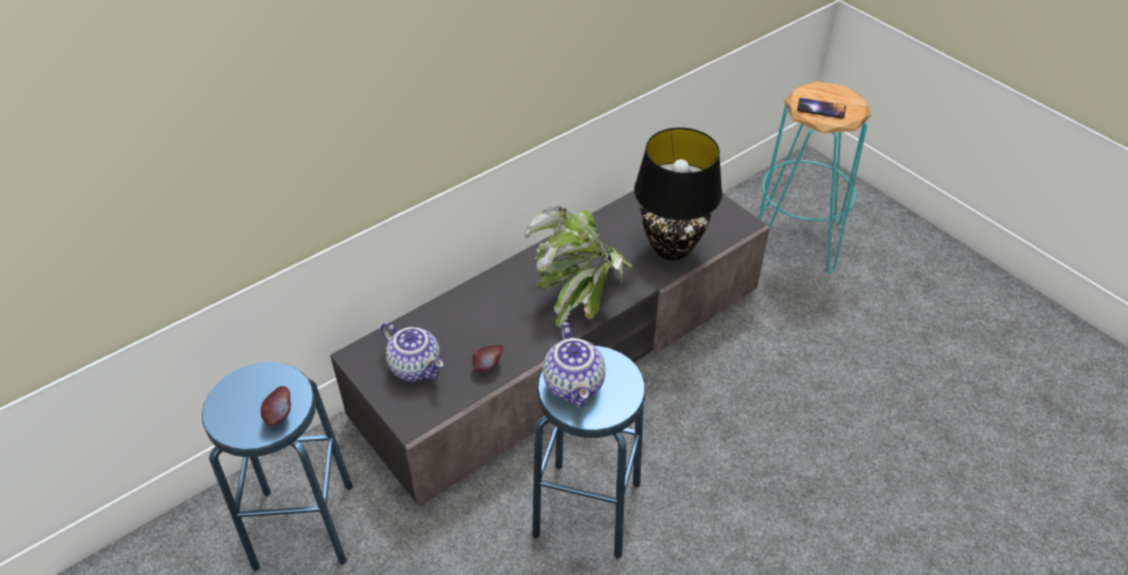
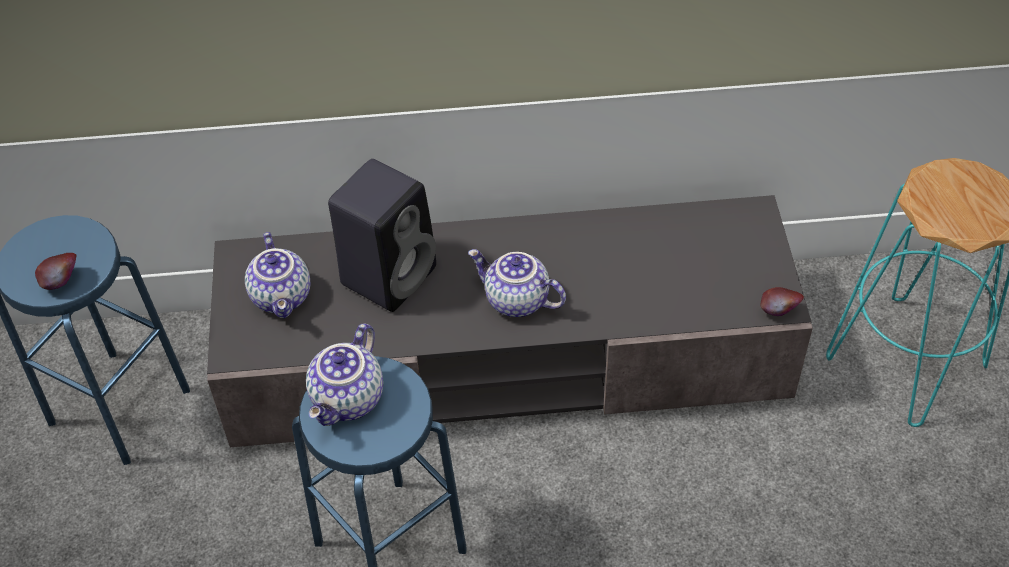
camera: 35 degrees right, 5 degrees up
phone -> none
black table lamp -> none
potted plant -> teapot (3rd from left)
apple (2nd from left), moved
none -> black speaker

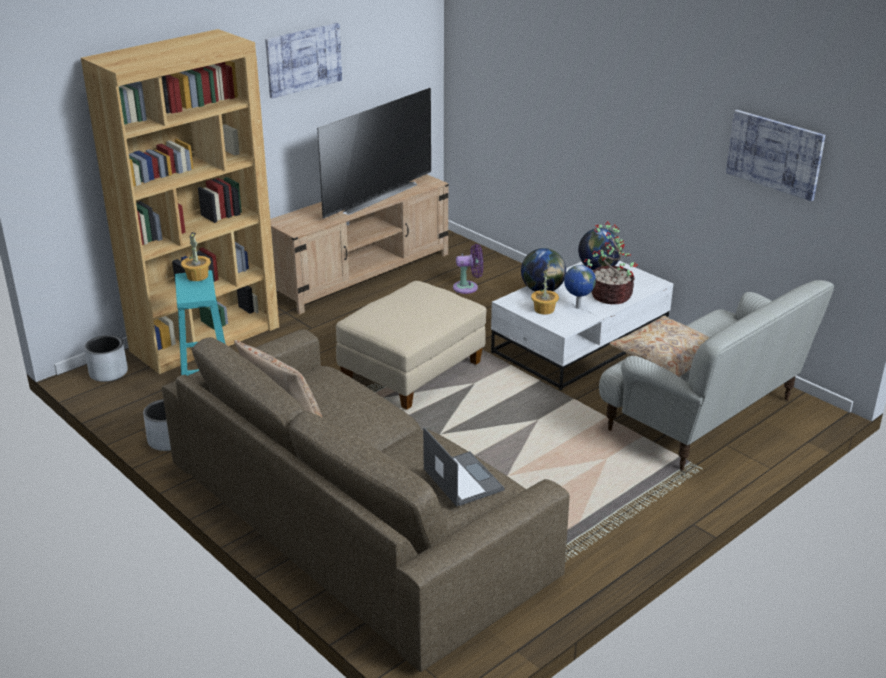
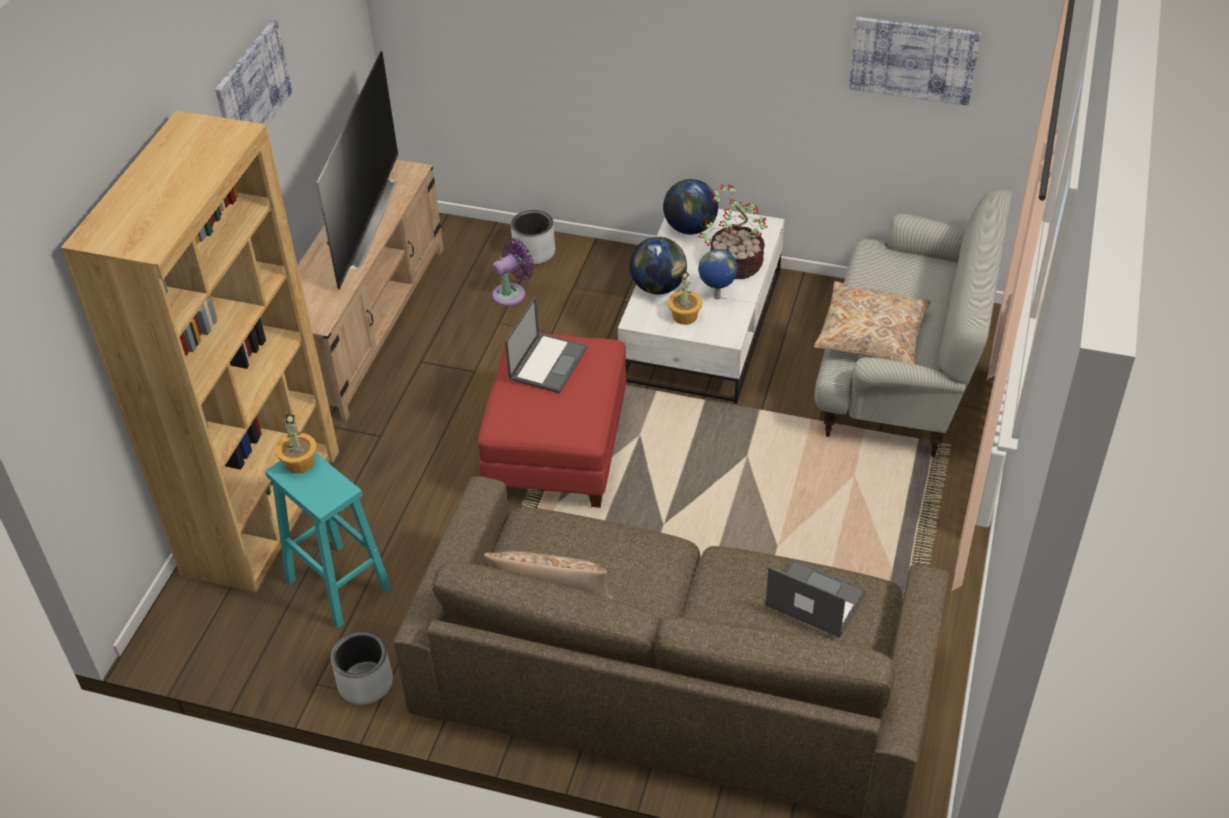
camera: 30 degrees left, 15 degrees up
beige ottoman -> red ottoman
grey planter (1st from left in the first image) -> grey planter (2nd from left), moved
none -> laptop (1st from left)

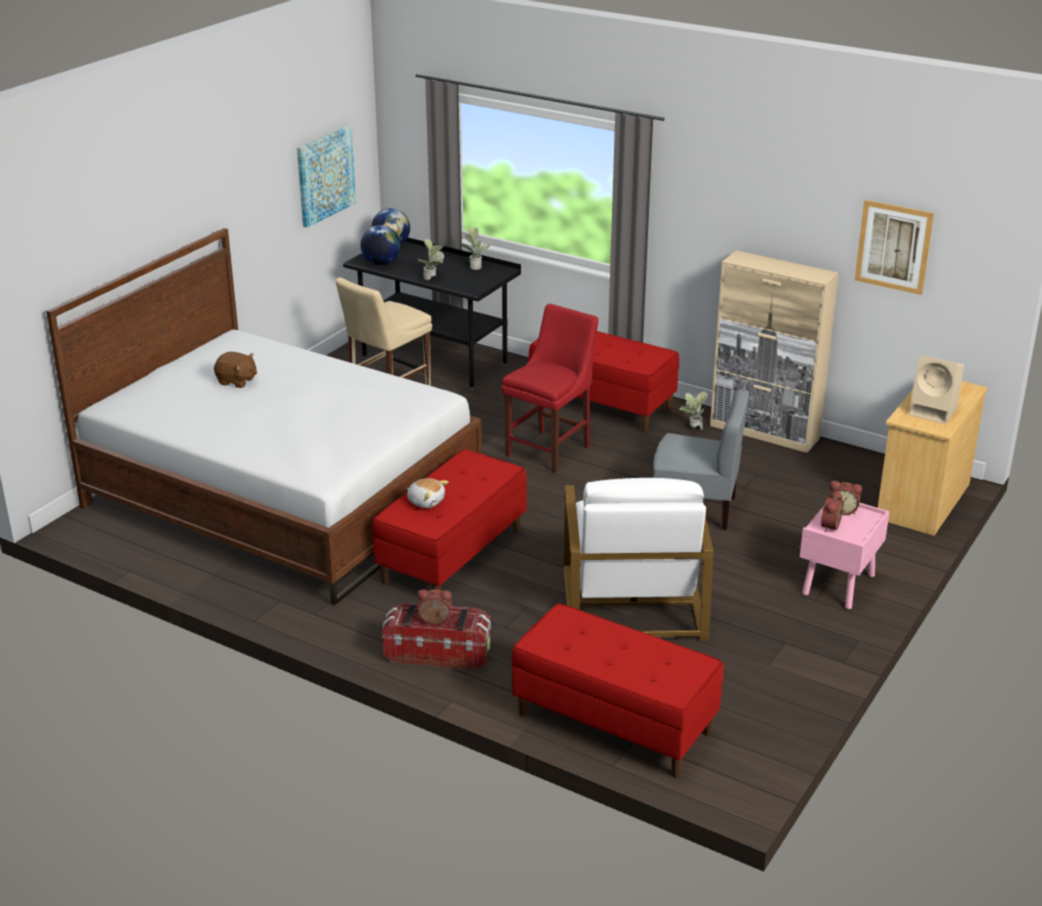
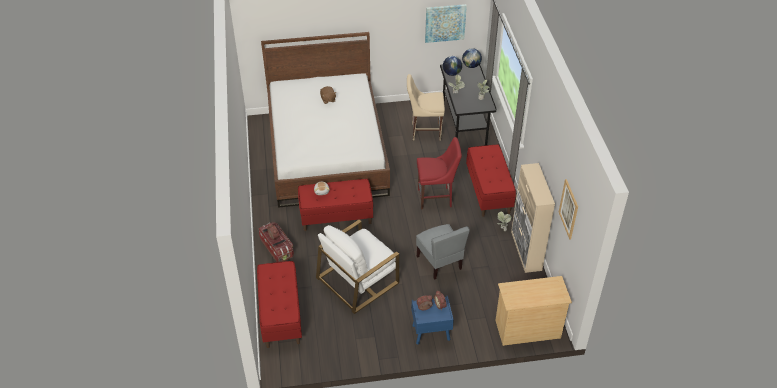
camera: 50 degrees right, 15 degrees up
beige speaker -> none
pink nightstand -> blue nightstand

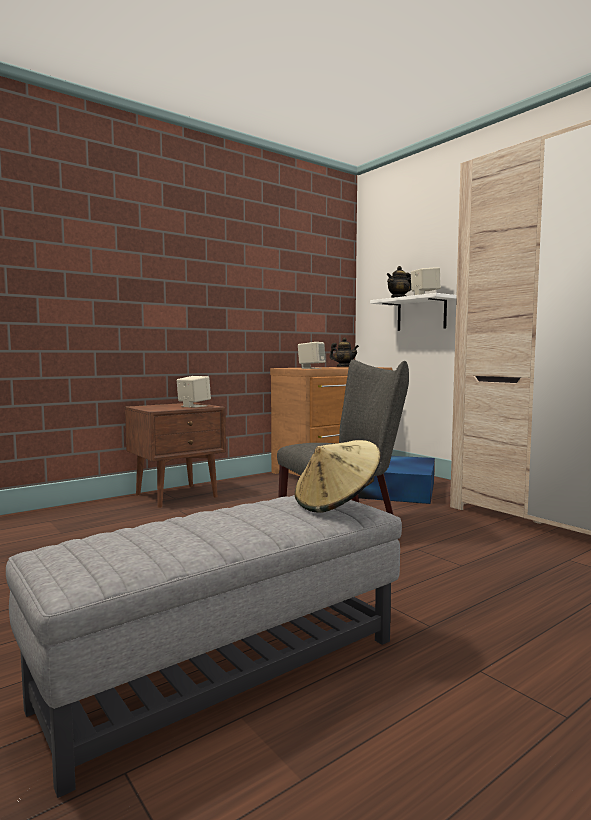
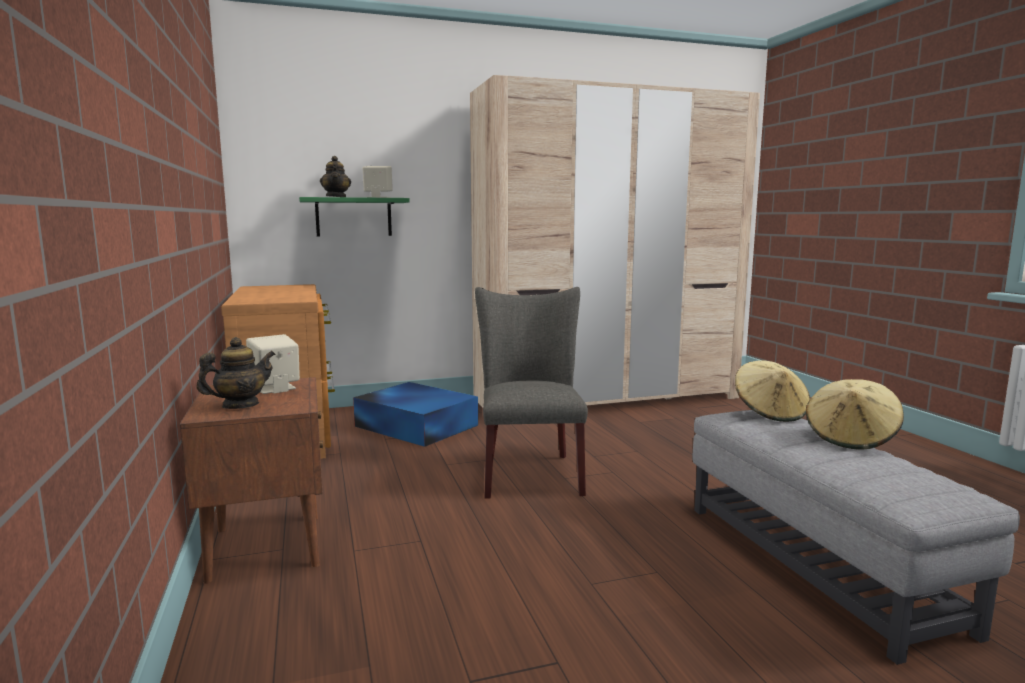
camera: 70 degrees left, 5 degrees up
white shelf -> green shelf
teapot (1st from left), moved
beige speaker (2nd from left) -> none
none -> beige hat (2nd from left)

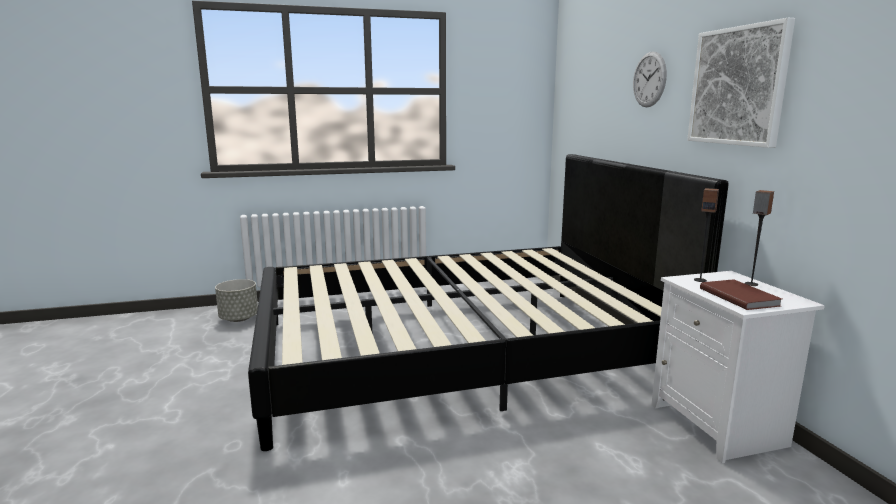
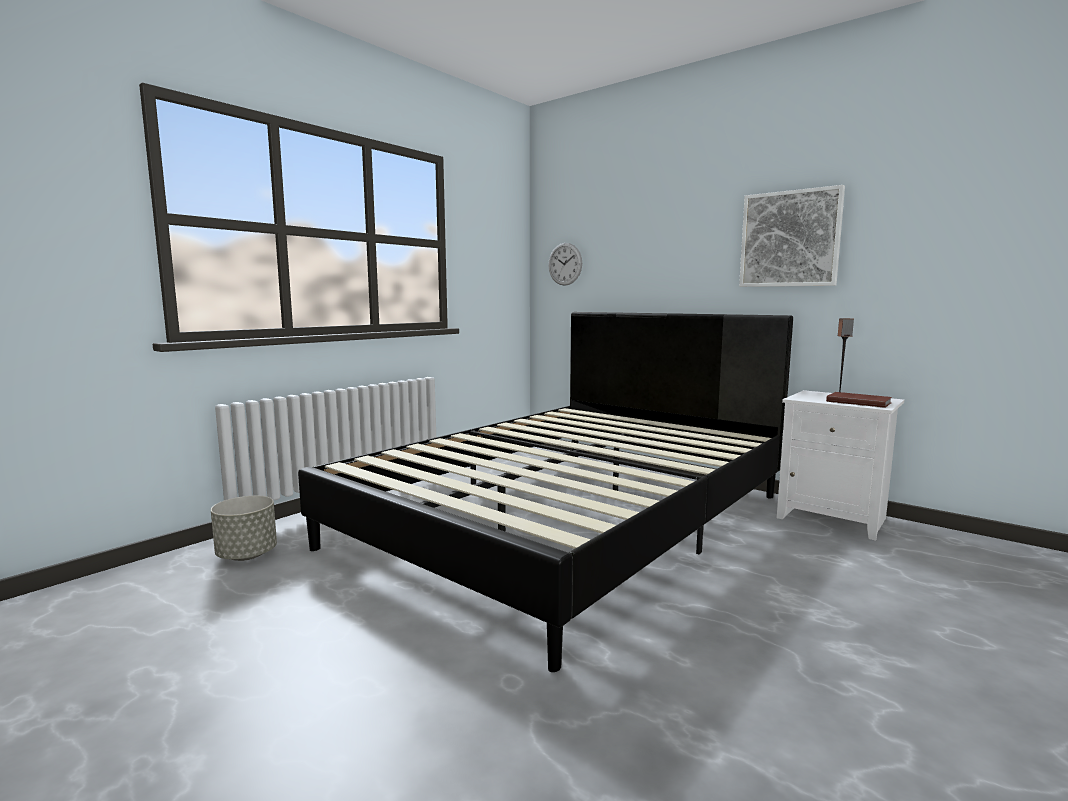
camera: 35 degrees left, 5 degrees down
wall clock, moved
speaker (1st from left) -> none

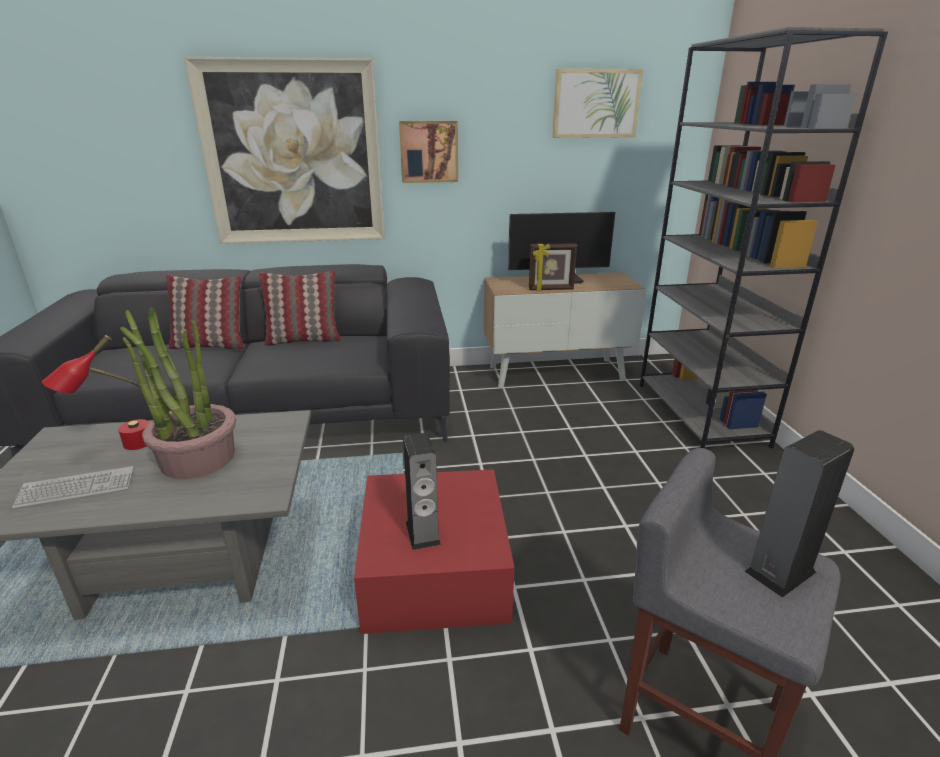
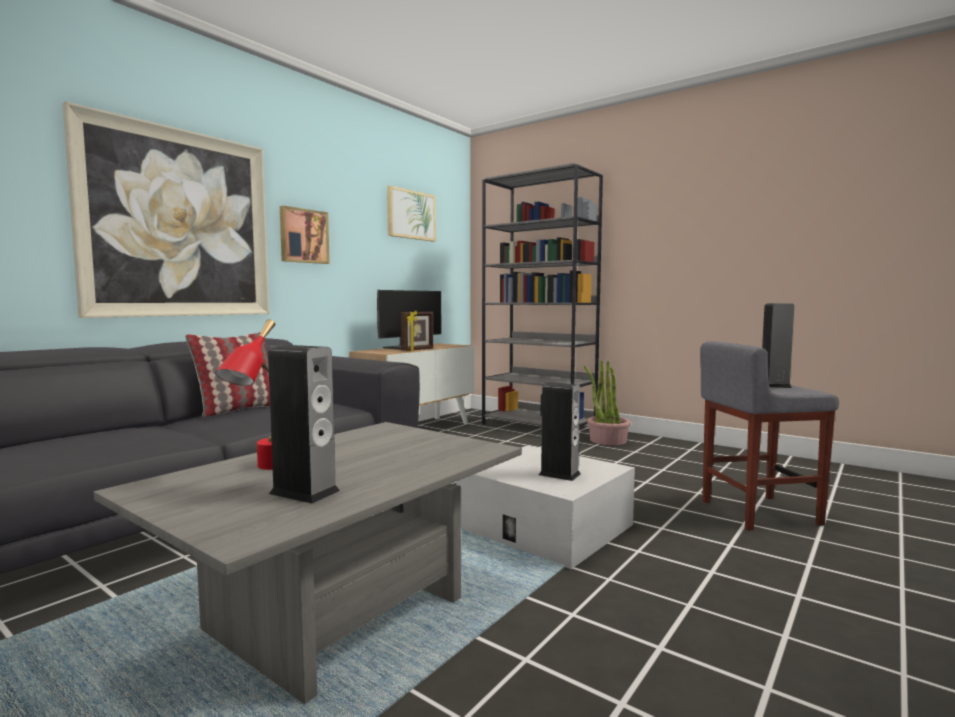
camera: 45 degrees left, 20 degrees down
pillow (1st from left) -> none
potted plant, moved
keyboard -> speaker (1st from left)
red storage box -> white storage box

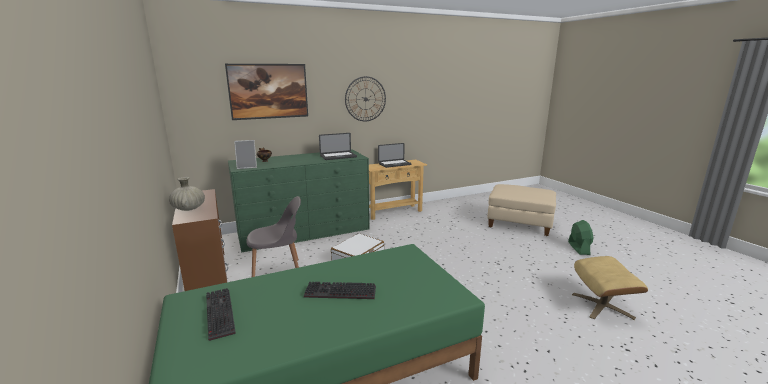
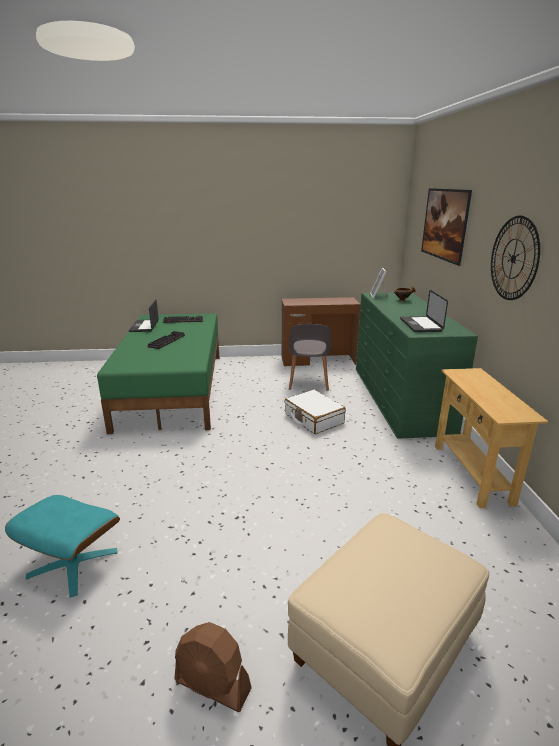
camera: 110 degrees right, 5 degrees up
laptop (2nd from left in the first image) -> laptop (1st from left), moved
beige vase -> none
green fan -> brown fan
beige ottoman (2nd from left) -> turquoise ottoman

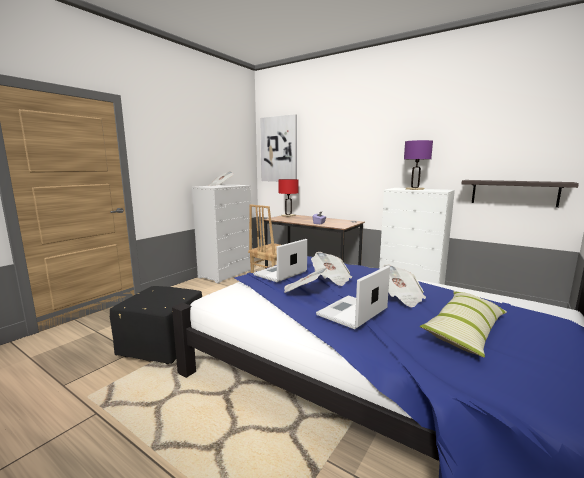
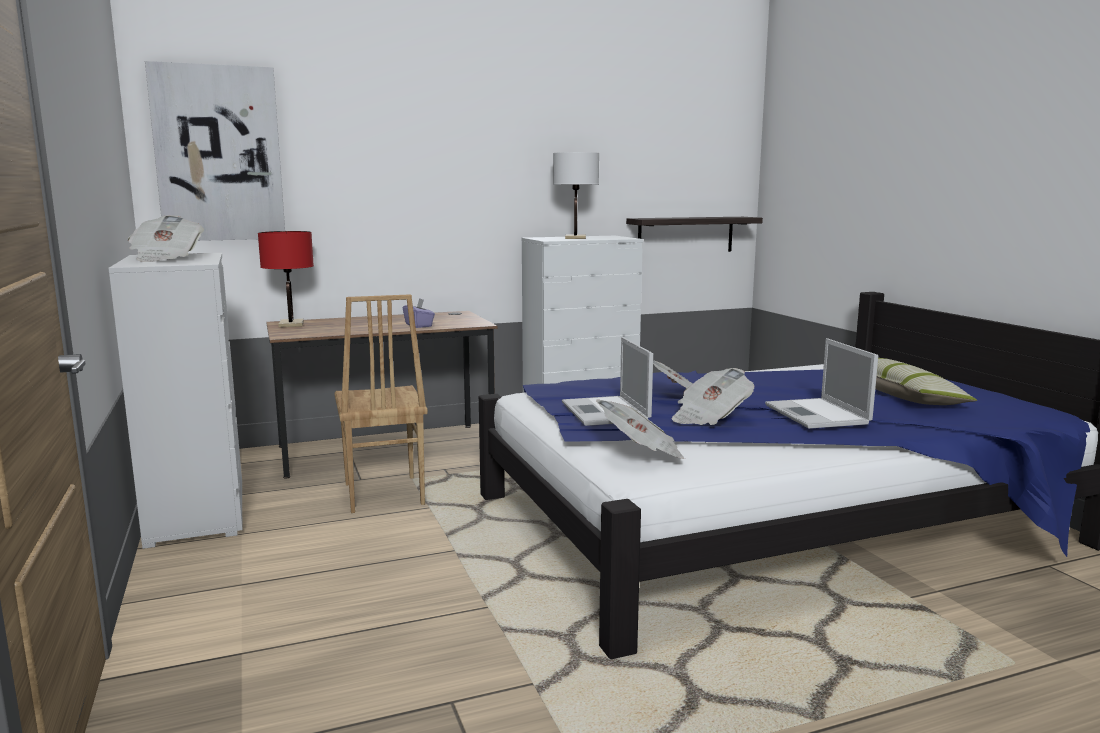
camera: 55 degrees left, 0 degrees up
purple table lamp -> white table lamp
newspaper (4th from left in the first image) -> newspaper (2nd from left), moved
black ottoman -> none

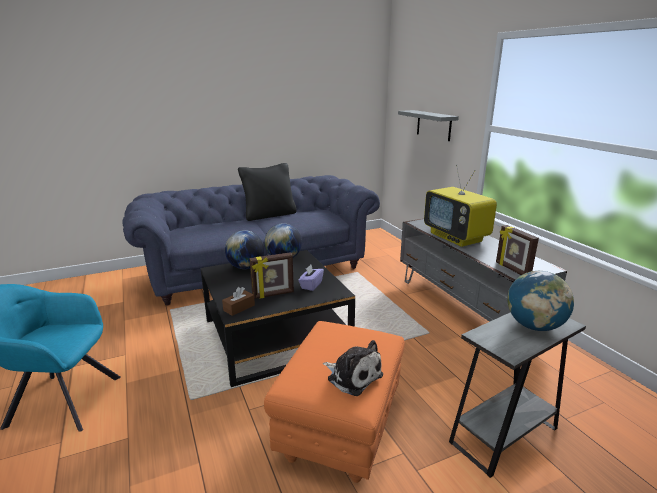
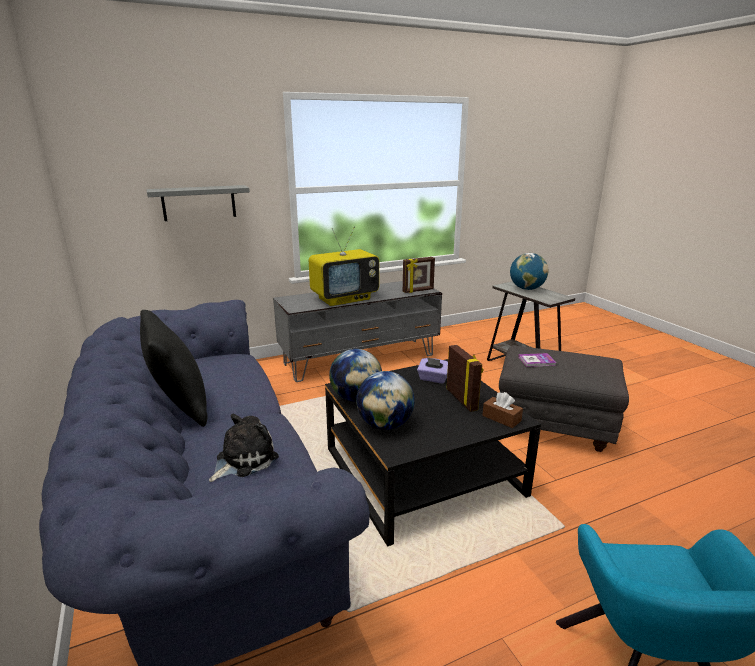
camera: 90 degrees left, 0 degrees up
orange ottoman -> grey ottoman
plush toy, moved
none -> book

